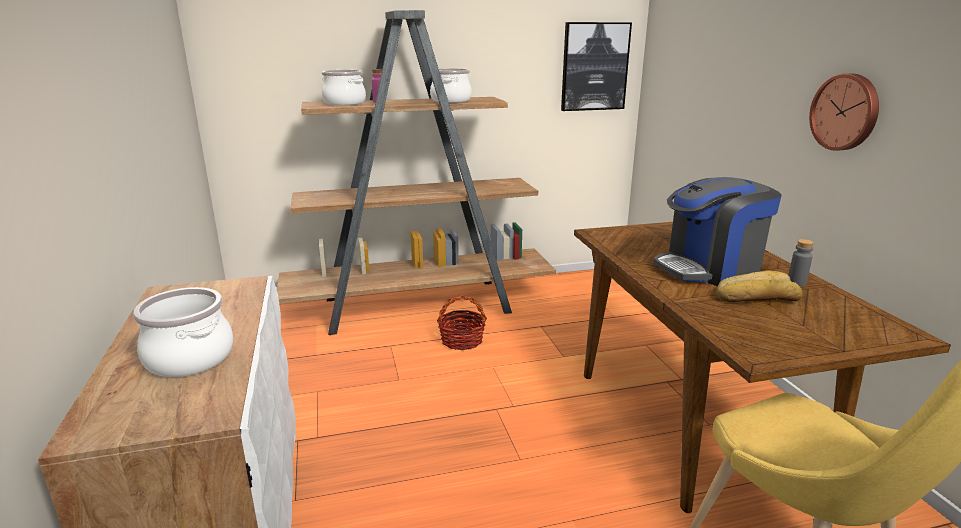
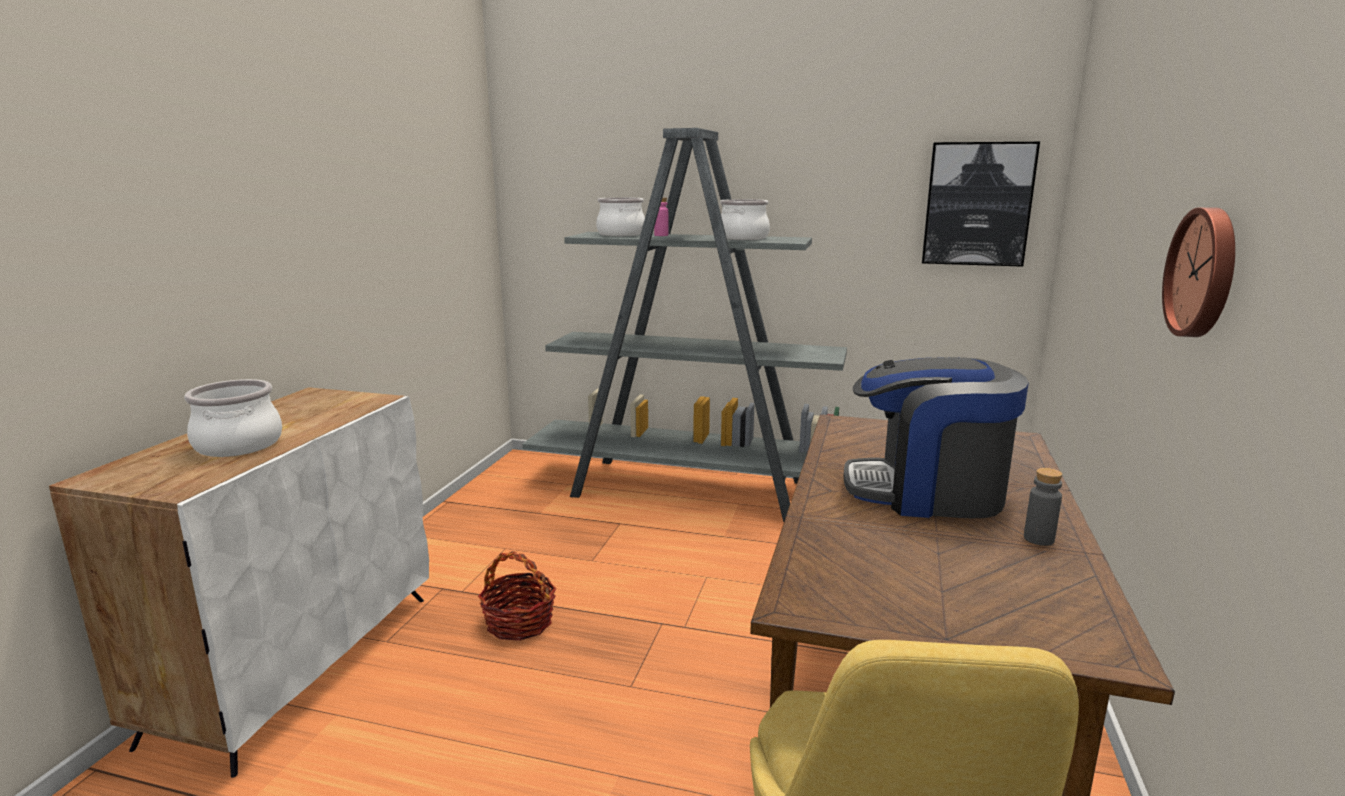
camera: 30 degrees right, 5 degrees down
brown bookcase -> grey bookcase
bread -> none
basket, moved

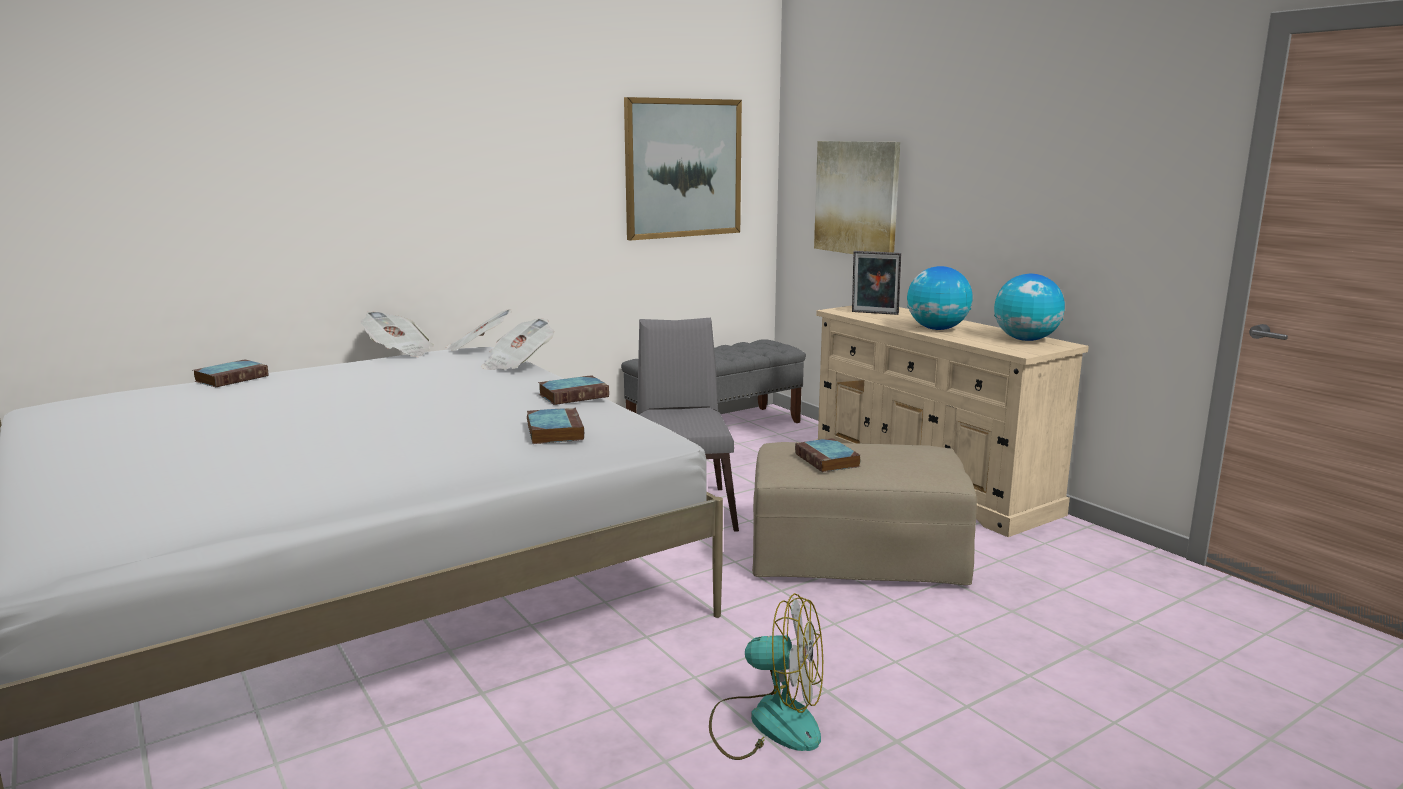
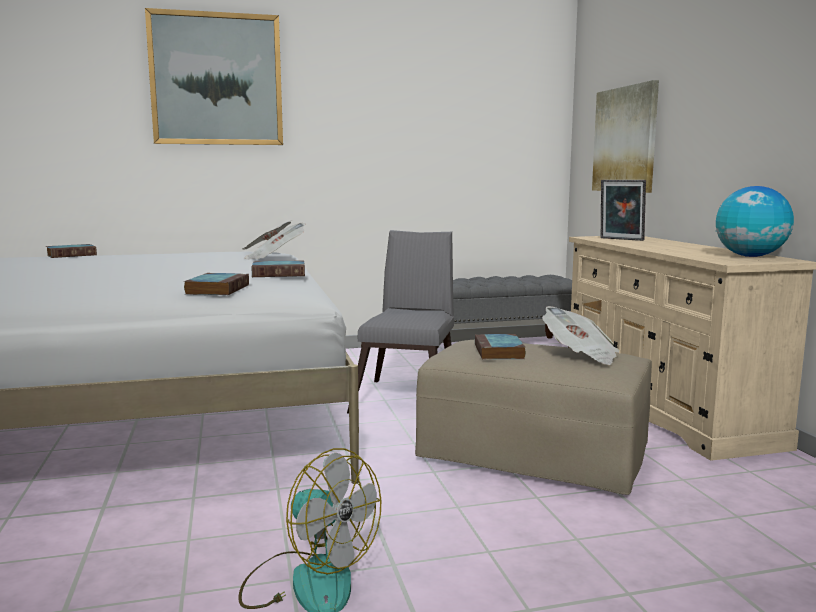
camera: 20 degrees right, 5 degrees down
picture (1st from left), moved
globe (1st from left) -> none
newspaper (1st from left in the first image) -> newspaper (3rd from left), moved

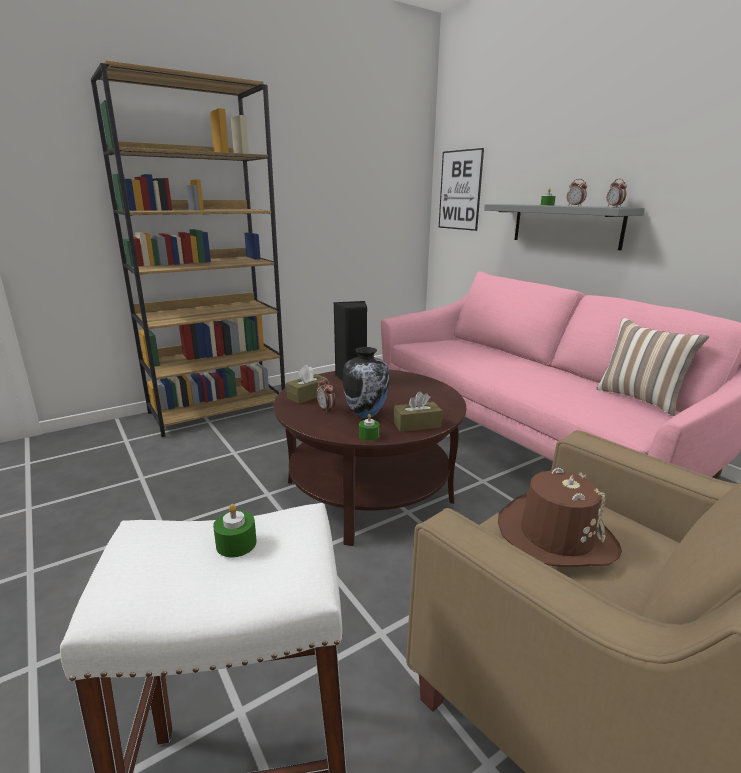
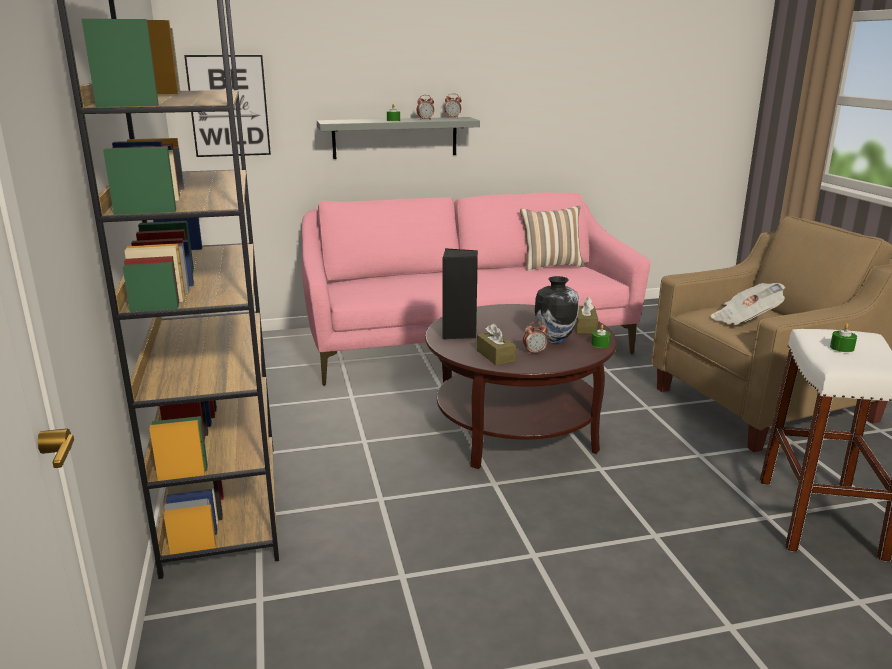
camera: 70 degrees left, 0 degrees up
brown hat -> newspaper

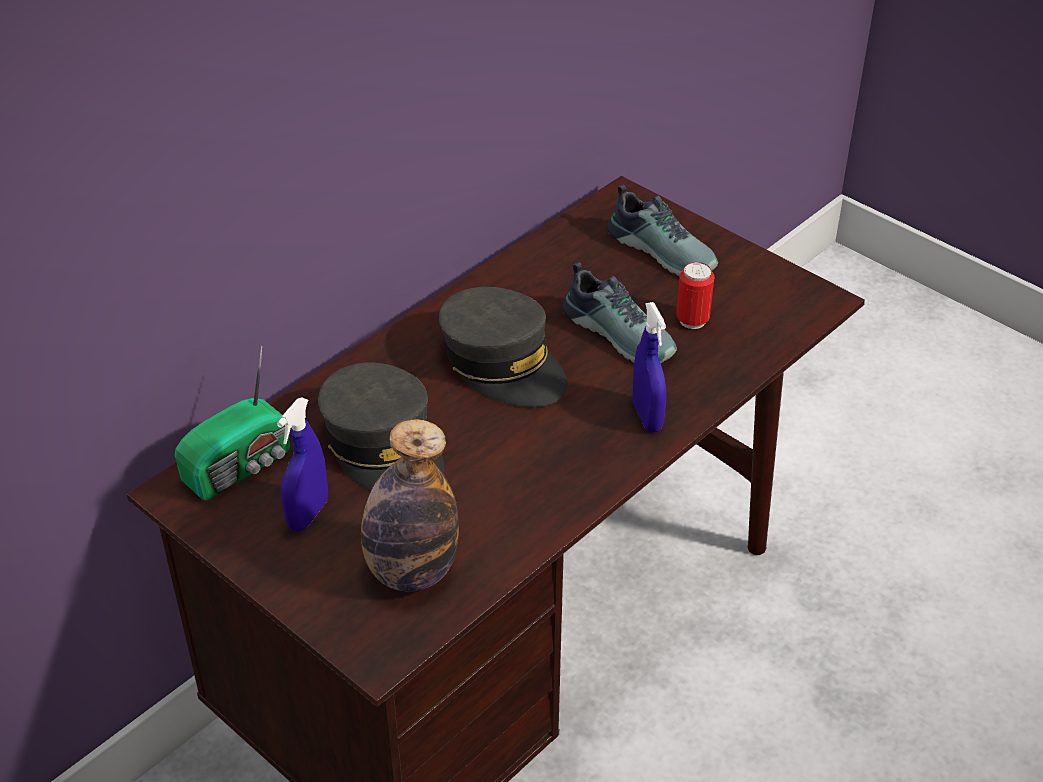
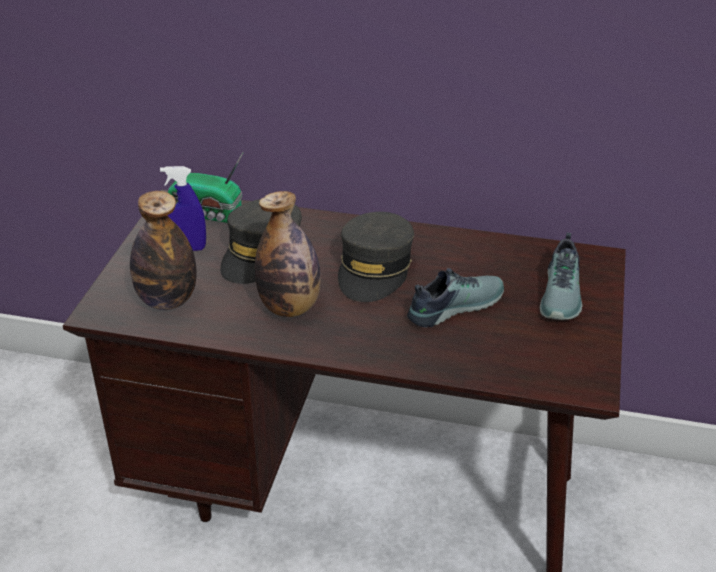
camera: 60 degrees right, 5 degrees down
shoe (1st from left), 135 degrees counterclockwise
can -> none
blue spray bottle (2nd from left) -> none
none -> bottle (2nd from left)

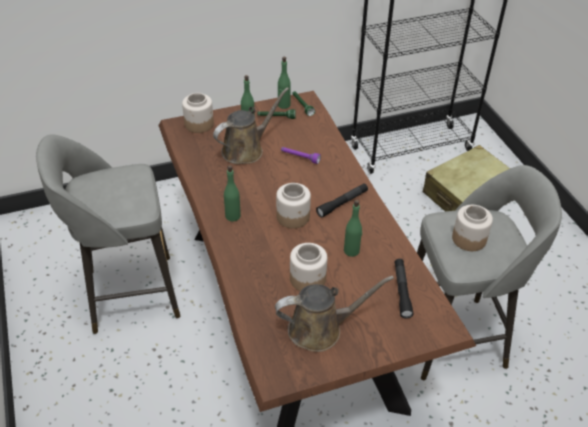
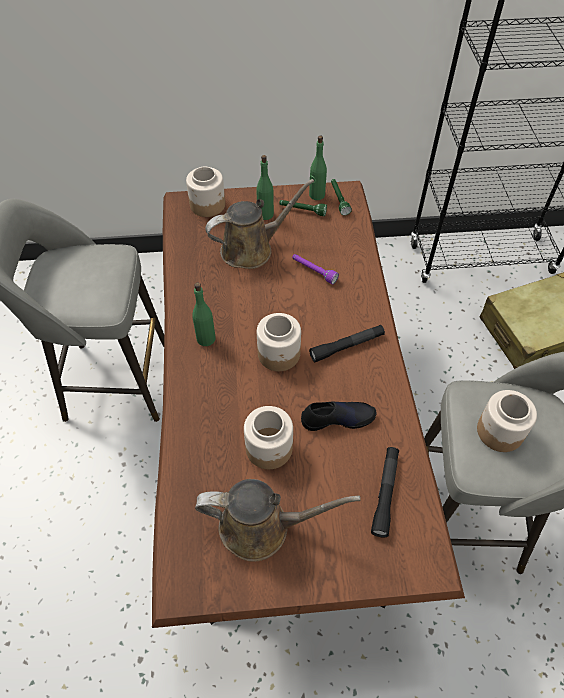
camera: 15 degrees right, 10 degrees up
green bottle (4th from left) -> black shoe

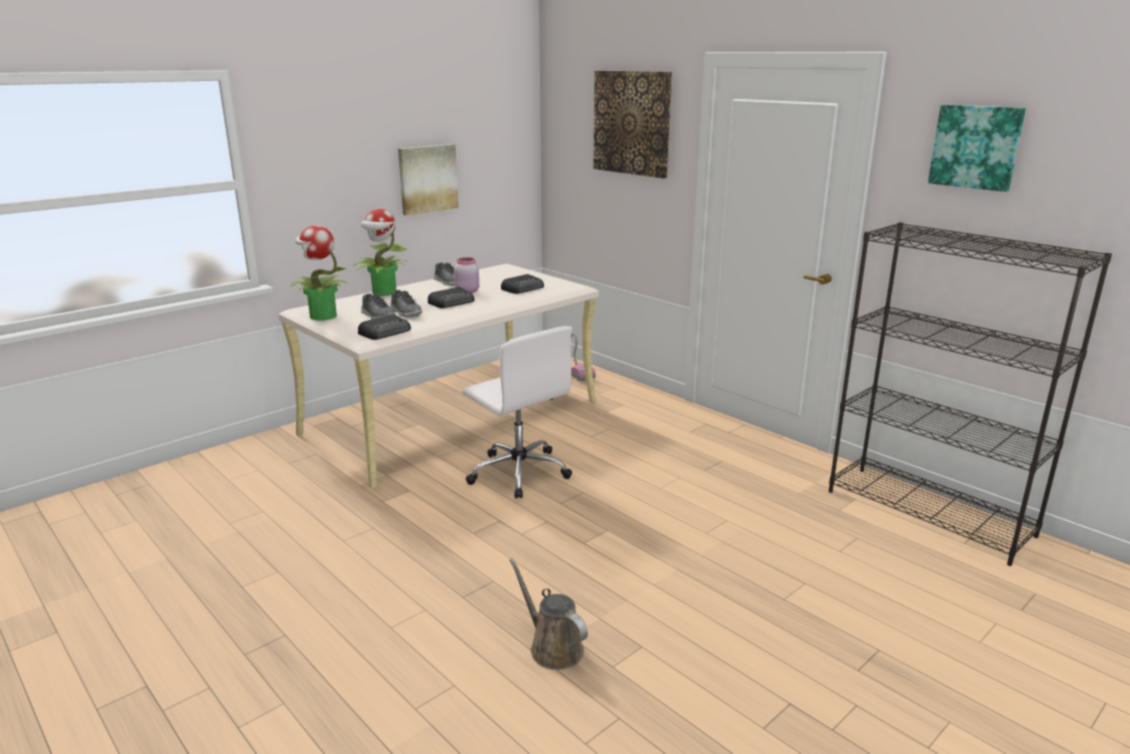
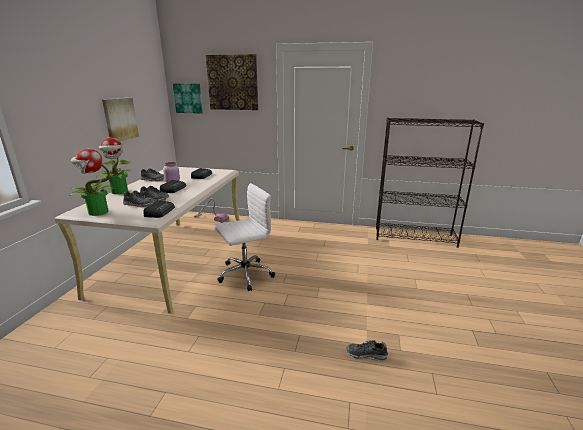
camera: 35 degrees left, 0 degrees up
picture (3rd from left in the first image) -> picture (2nd from left), moved
white office chair, 45 degrees counterclockwise
brown watering can -> shoe (4th from left)

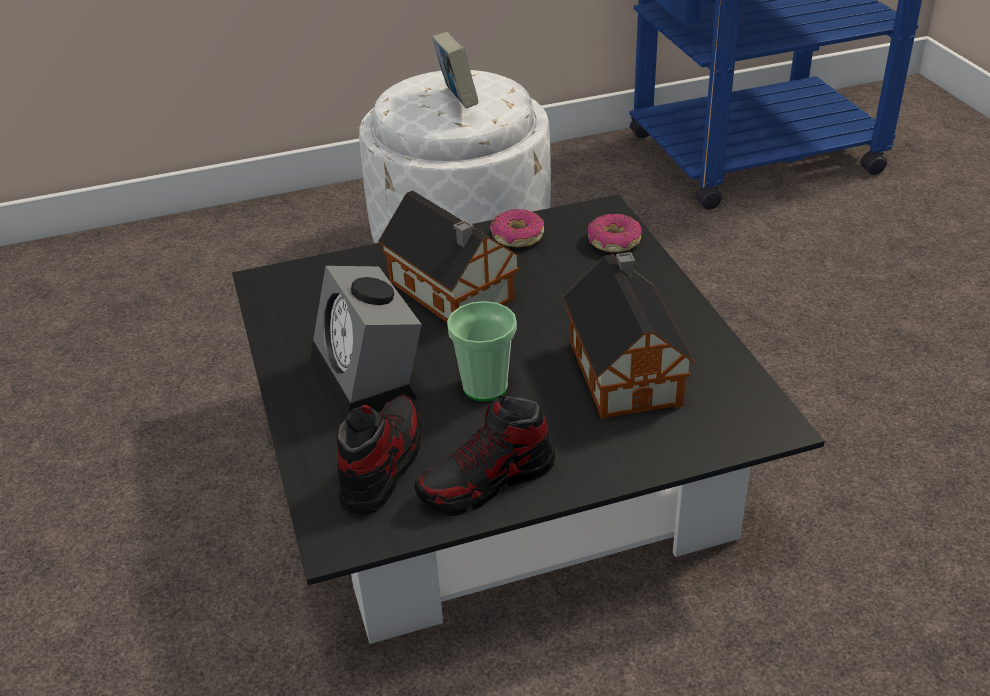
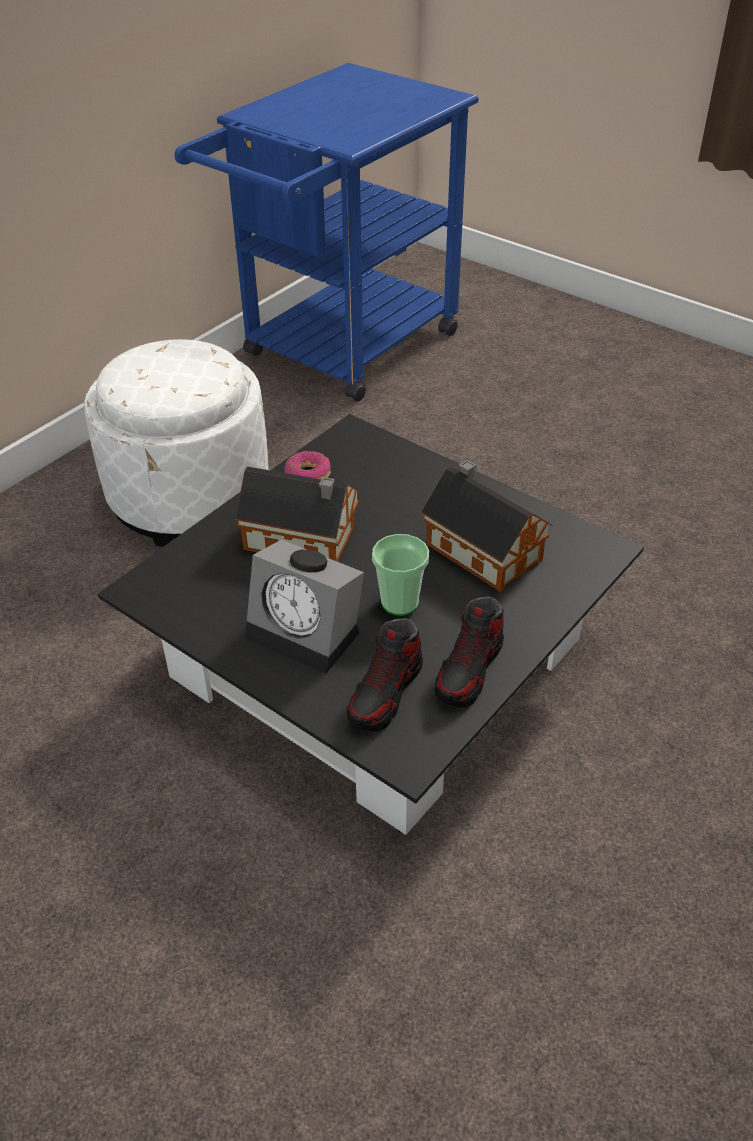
camera: 35 degrees left, 5 degrees up
book -> none
donut (2nd from left) -> none
shoe (1st from left), 135 degrees counterclockwise

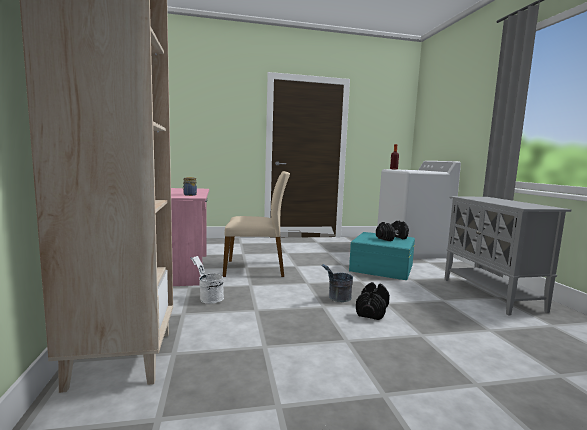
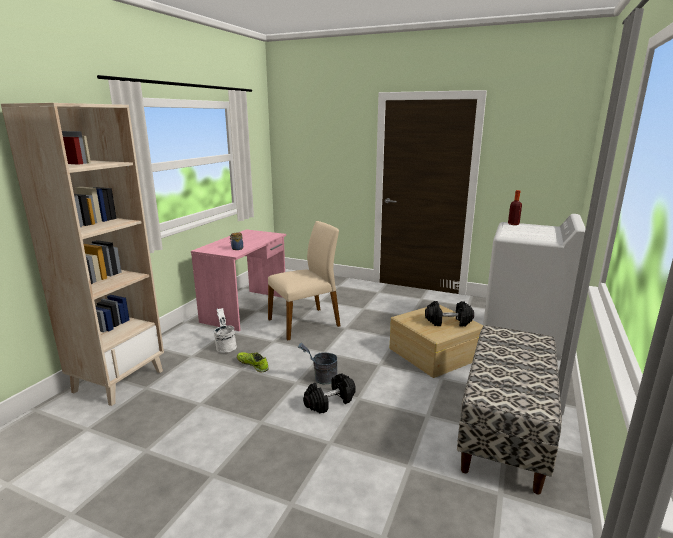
camera: 35 degrees right, 10 degrees up
beige chair, 60 degrees counterclockwise
grey cabinet -> bench
turquoise storage box -> beige storage box
none -> shoe

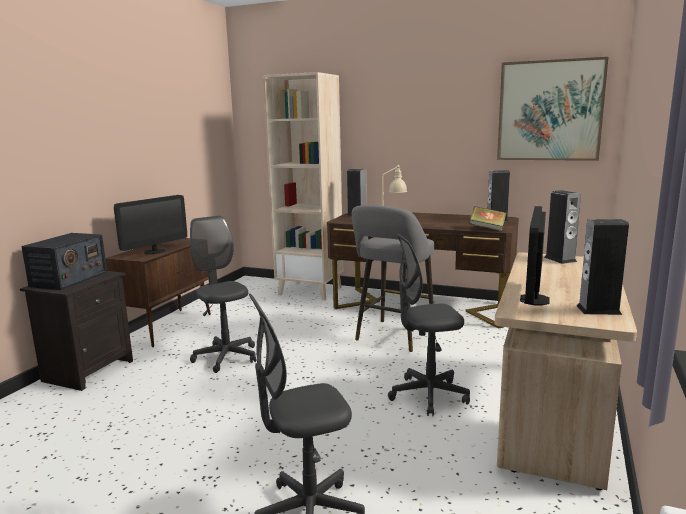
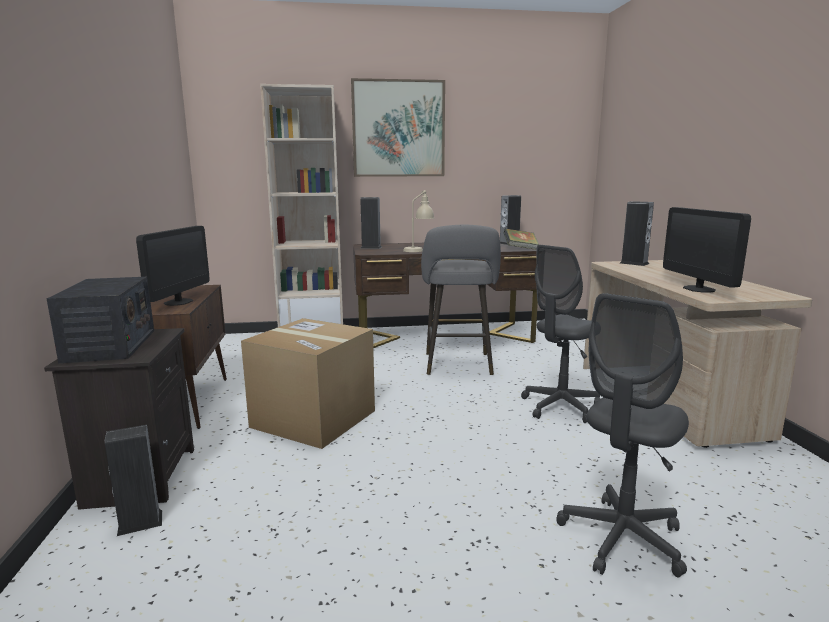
camera: 30 degrees left, 0 degrees up
picture, moved
grey office chair (1st from left) -> cardboard box
speaker (4th from left in the first image) -> speaker (1st from left), moved

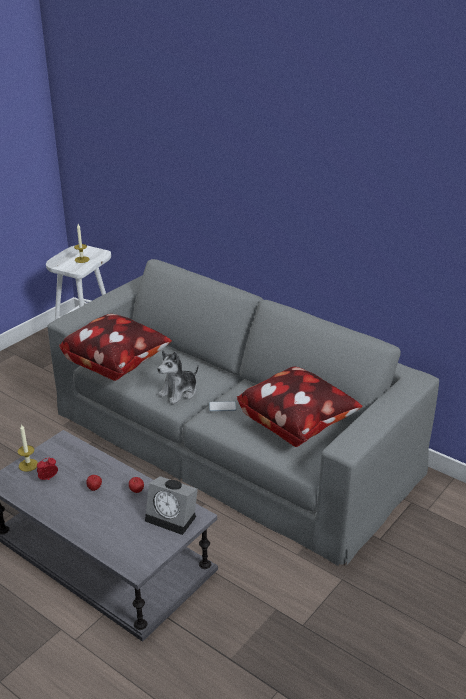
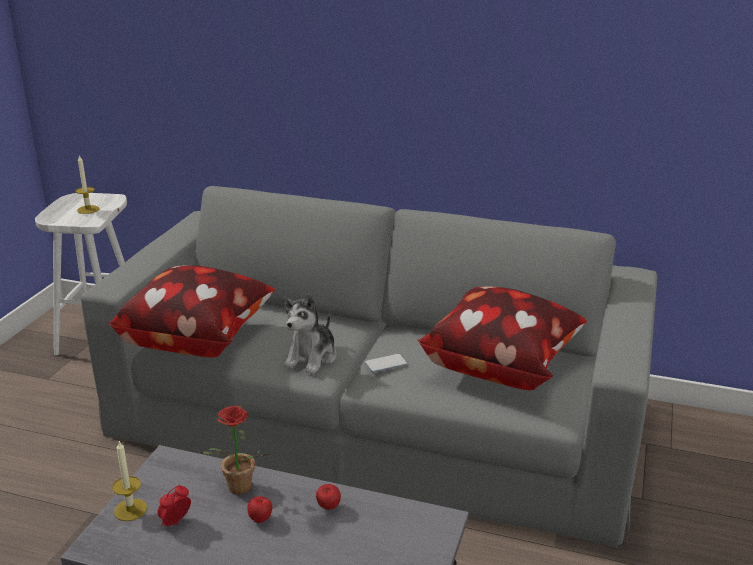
camera: 20 degrees left, 5 degrees down
alarm clock (2nd from left) -> none
none -> potted plant

